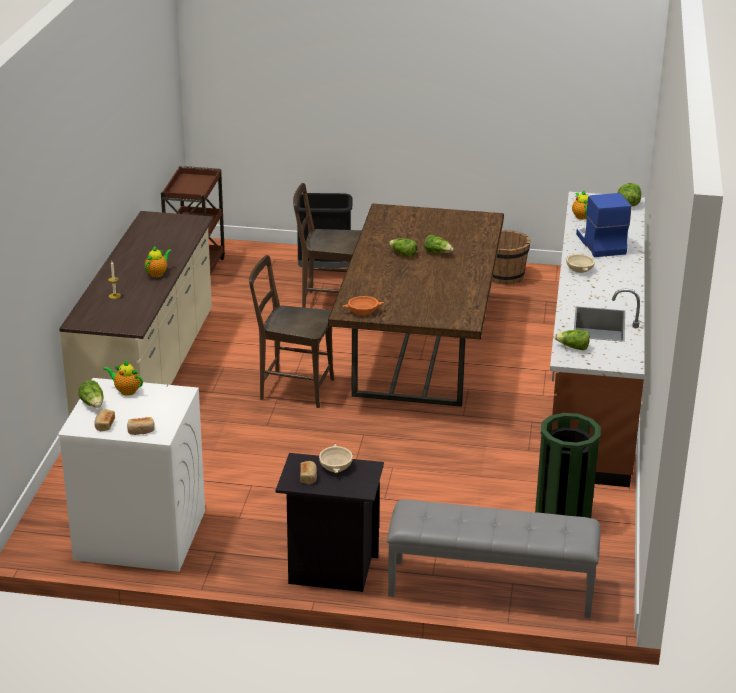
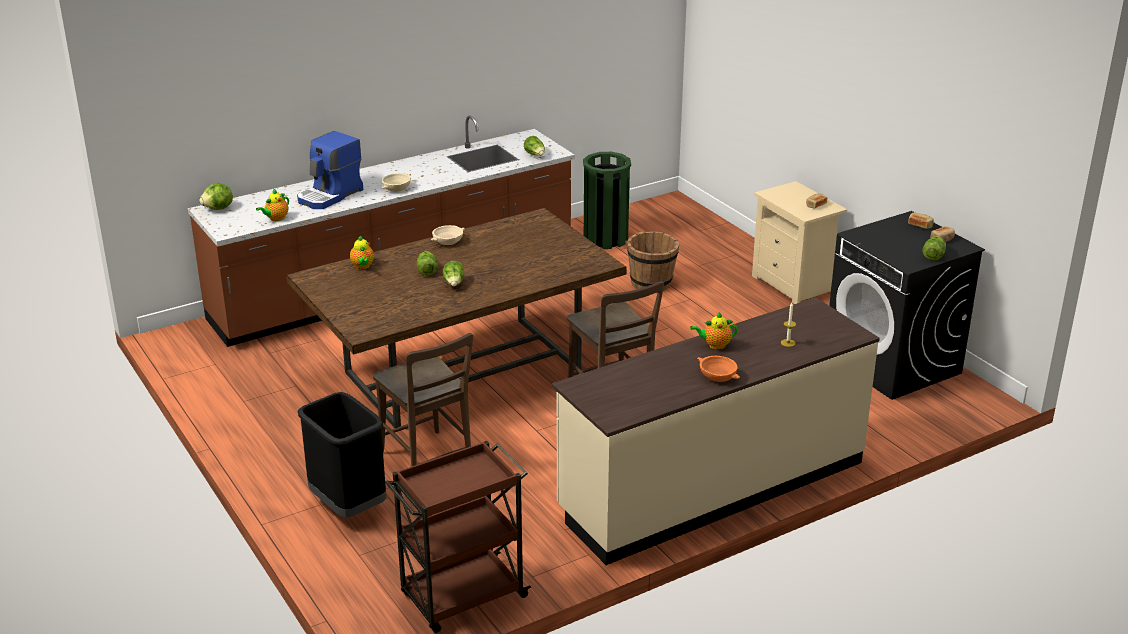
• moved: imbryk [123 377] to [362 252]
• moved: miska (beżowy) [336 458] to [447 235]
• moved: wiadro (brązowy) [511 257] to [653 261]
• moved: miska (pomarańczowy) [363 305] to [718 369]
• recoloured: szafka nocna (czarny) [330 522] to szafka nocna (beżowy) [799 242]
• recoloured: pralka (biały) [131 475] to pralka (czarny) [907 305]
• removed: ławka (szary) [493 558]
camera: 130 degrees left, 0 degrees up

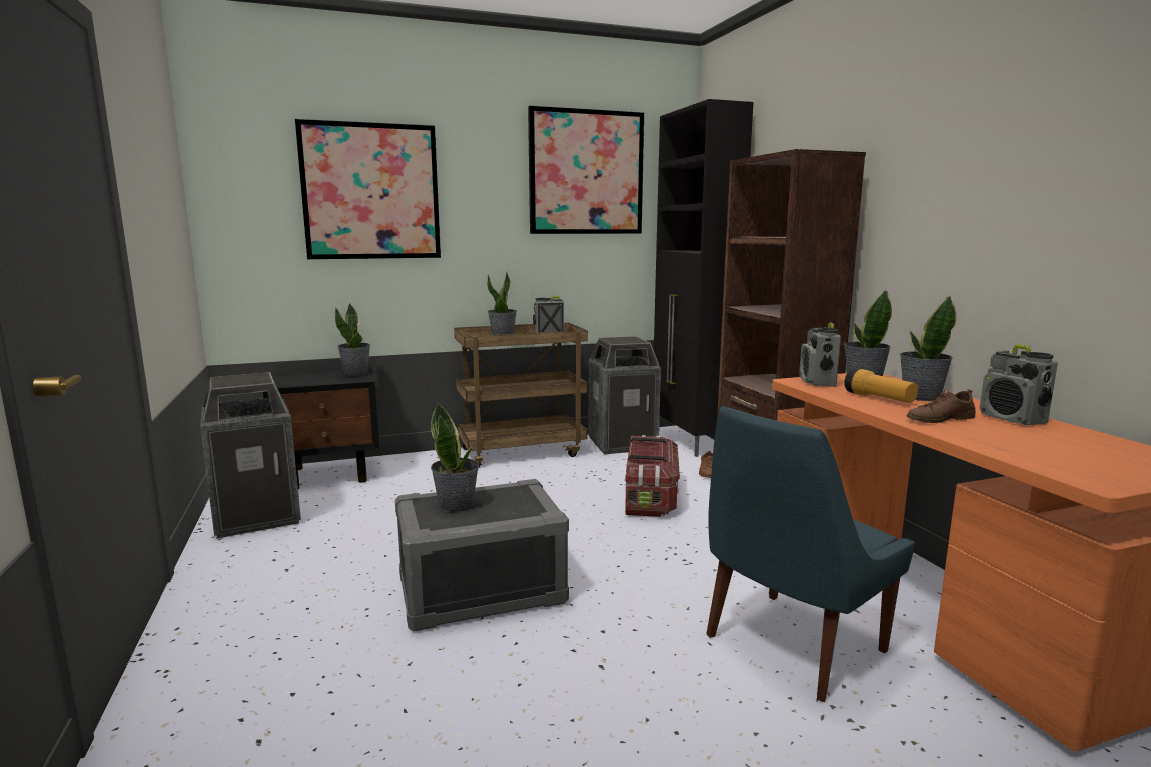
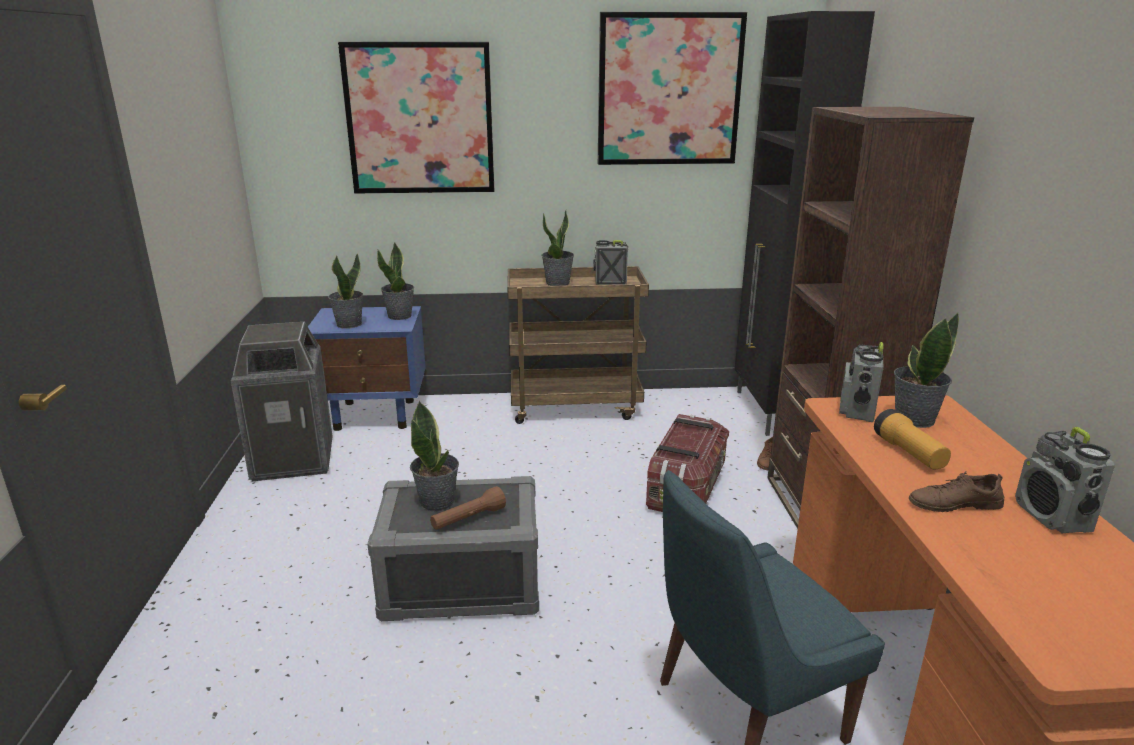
• recoloured: szafka nocna (czarny) [321 428] to szafka nocna (niebieski) [367 368]
• moved: roślina doniczkowa [928 348] to [345 291]
• added: latarka (brązowy) [468 508]
• removed: kosz na śmieci [624 395]
camera: 15 degrees right, 10 degrees up

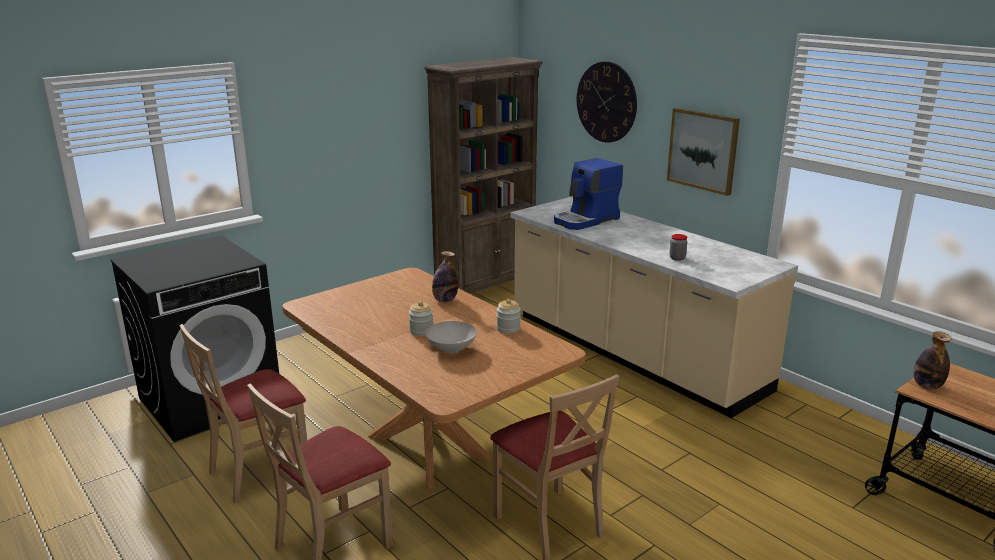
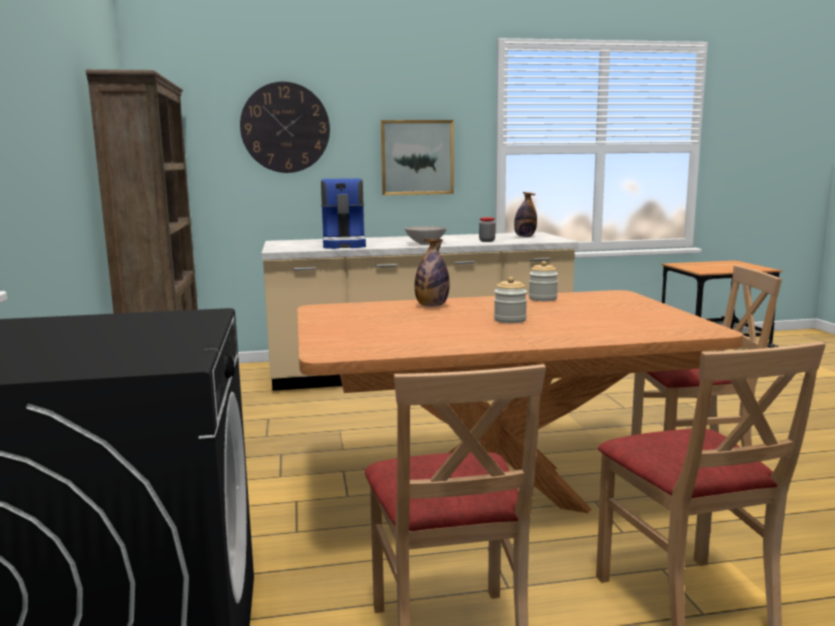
• moved: miska (biały) [451 337] to [426 235]
• moved: butelka [933 360] to [525 214]
camera: 60 degrees left, 10 degrees down

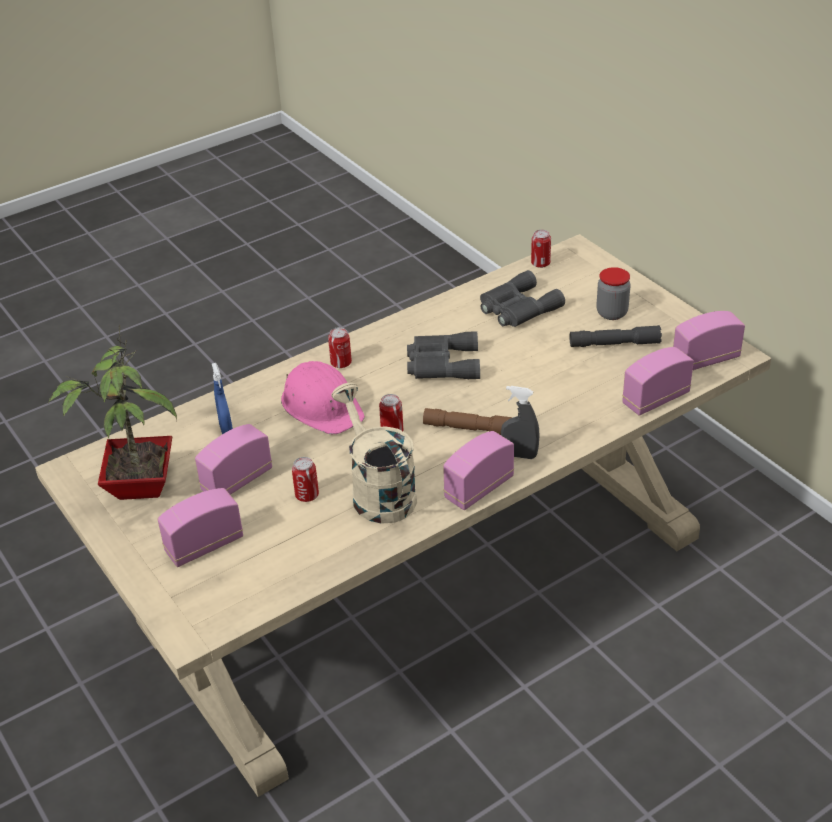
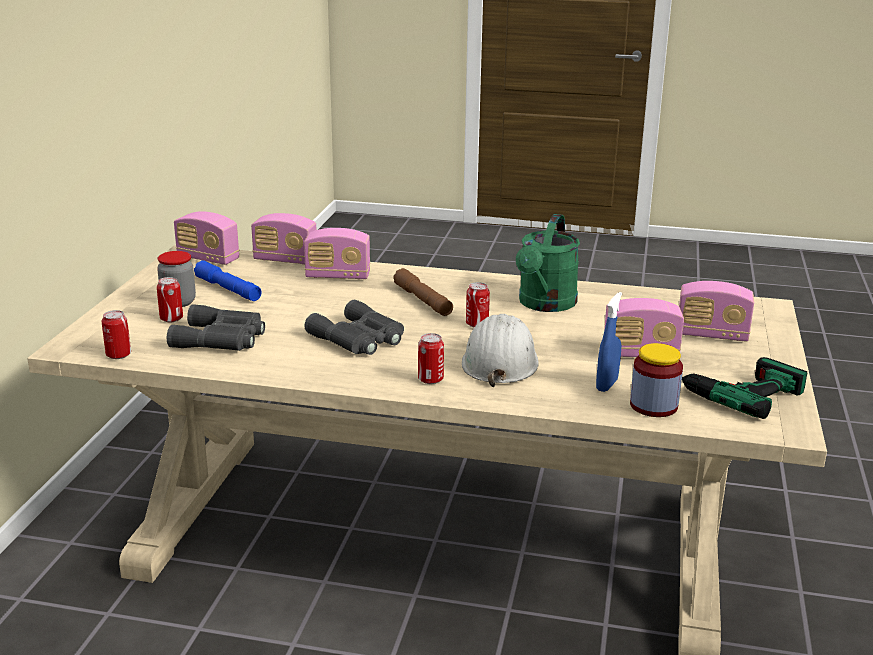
• moved: puszka [305 479] to [170 299]
• recoloured: latarka (szary) [616 336] to latarka (niebieski) [227 280]
• moved: radio [478 470] to [337 253]
• recoloured: kask (różowy) [323 397] to kask (biały) [500 350]
• recoloured: konewka (beżowy) [374 453] to konewka (zielony) [548 263]
• added: słoik [656 380]
• replaced: roślina doniczkowa [112 412] to wiertarka [744 388]
• removed: spryskiwacz (szary) [520 422]
camera: 135 degrees left, 15 degrees down

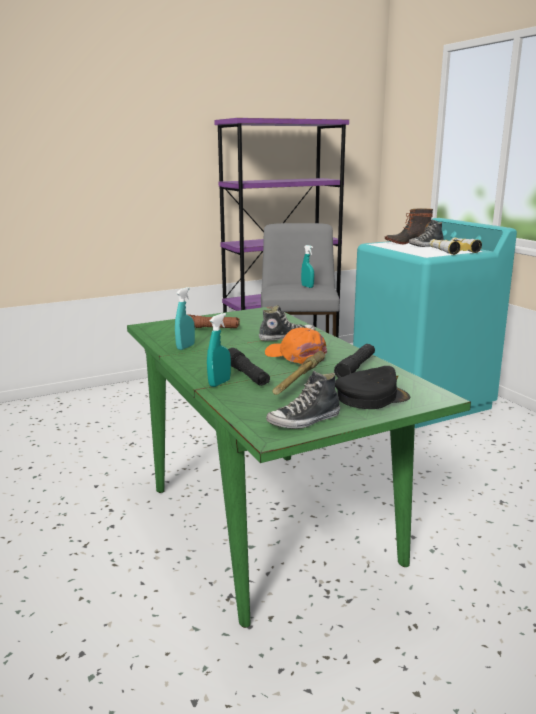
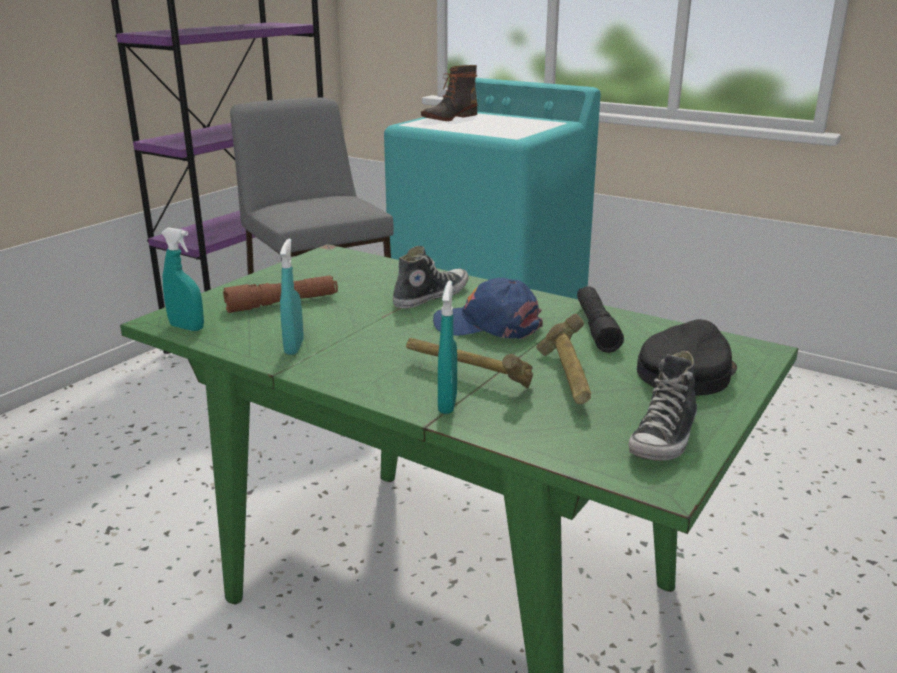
• moved: spryskiwacz (turkusowy) [307 266] to [182 279]
• replaced: latarka (czarny) [249 367] to młotek [469 363]
• recoloured: czapka z daszkiem (pomarańczowy) [296 345] to czapka z daszkiem (niebieski) [488 308]
• removed: but [426 233]
• removed: lornetka [455 246]
camera: 30 degrees left, 5 degrees up

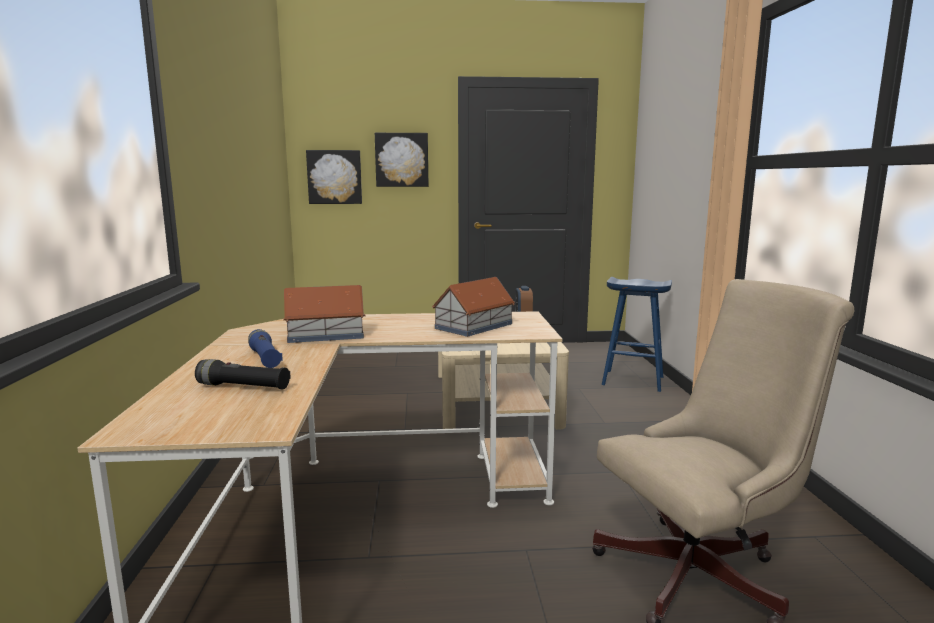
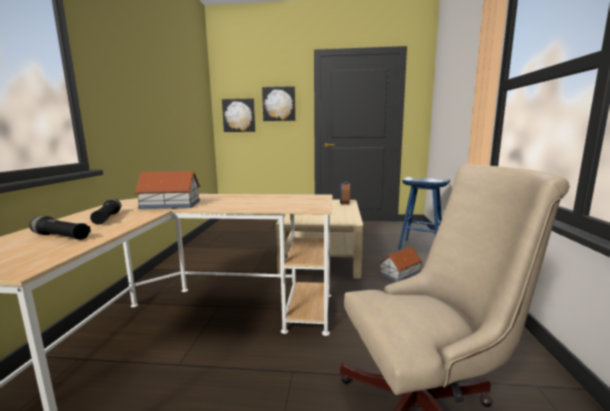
• recoloured: latarka (niebieski) [265 348] to latarka (czarny) [105 212]
• moved: domek [473 307] to [400 264]
camera: 10 degrees right, 0 degrees up

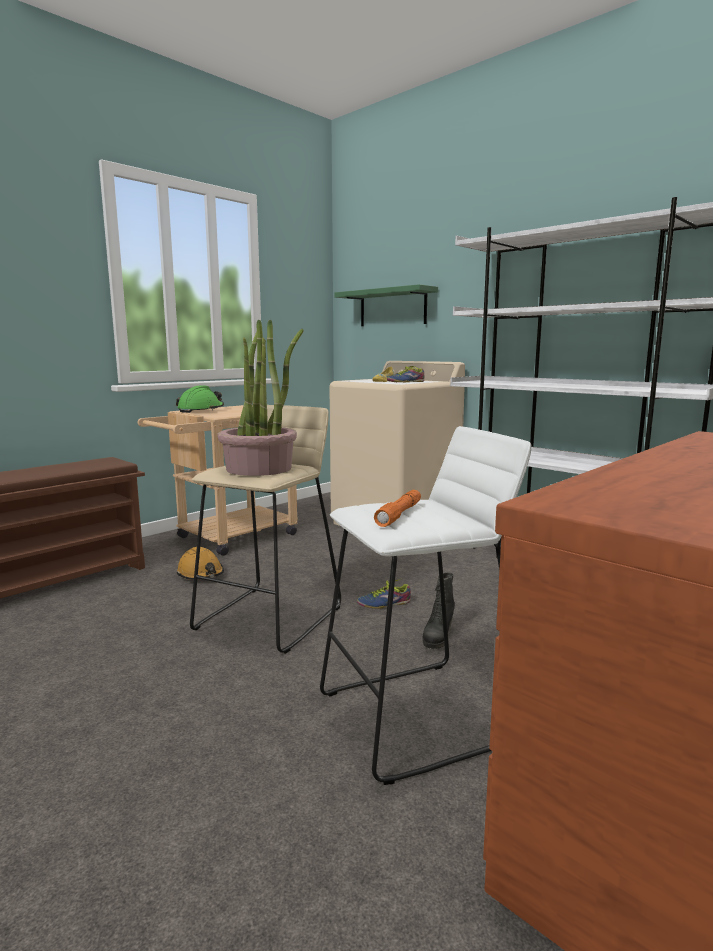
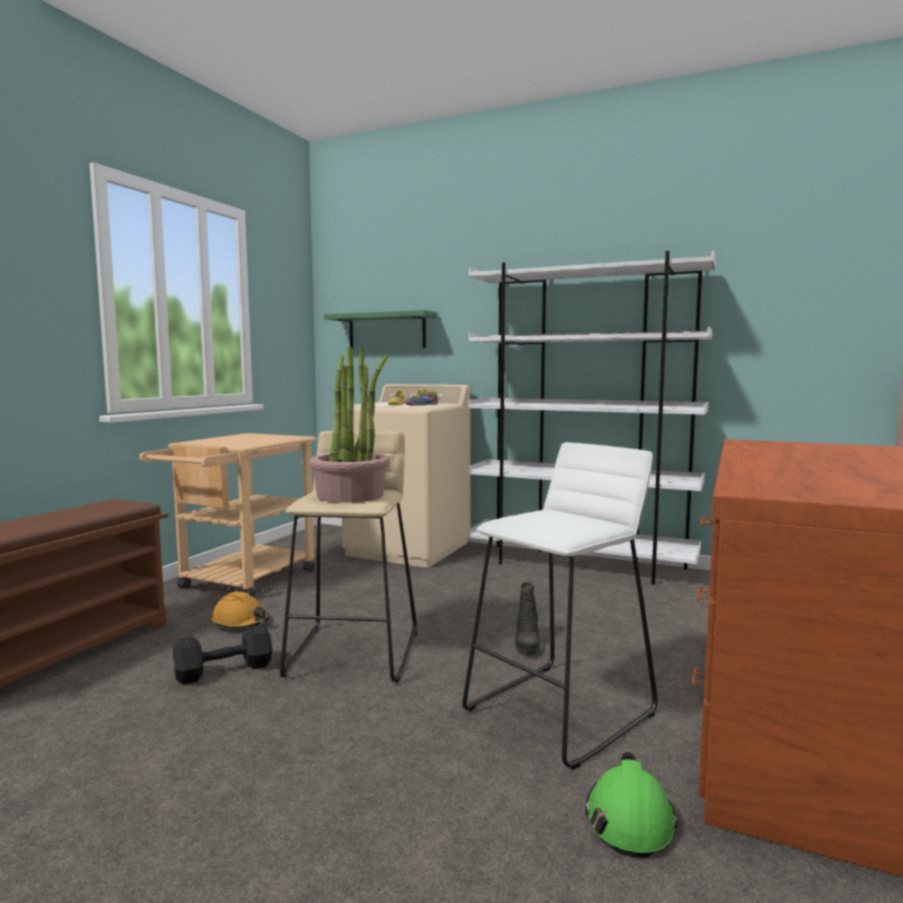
• added: hantel (czarny) [222 654]
• moved: kask (zielony) [200 399] to [631 805]
• removed: but [384 594]
• removed: latarka (pomarańczowy) [397 508]
camera: 20 degrees left, 5 degrees down

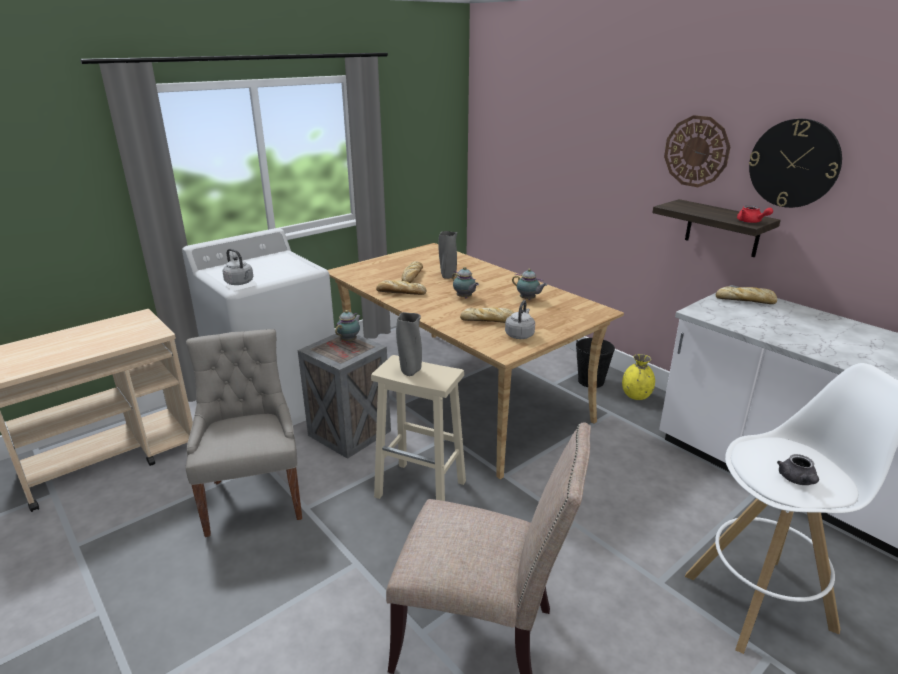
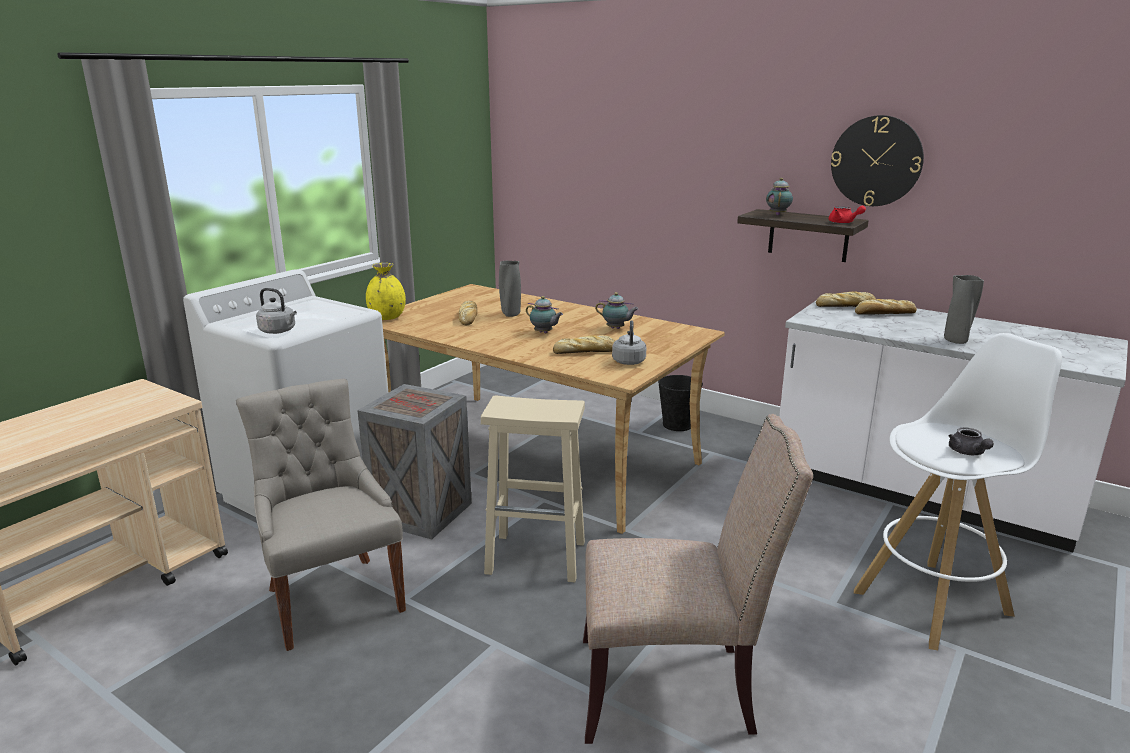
• moved: wazon (żółty) [638 377] to [386 291]
• moved: imbryk [348 326] to [779 197]
• moved: chleb [401 287] to [886 306]
• moved: wazon (szary) [409 344] to [964 309]
• removed: zegar ścienny [697 151]
camera: 15 degrees left, 5 degrees down

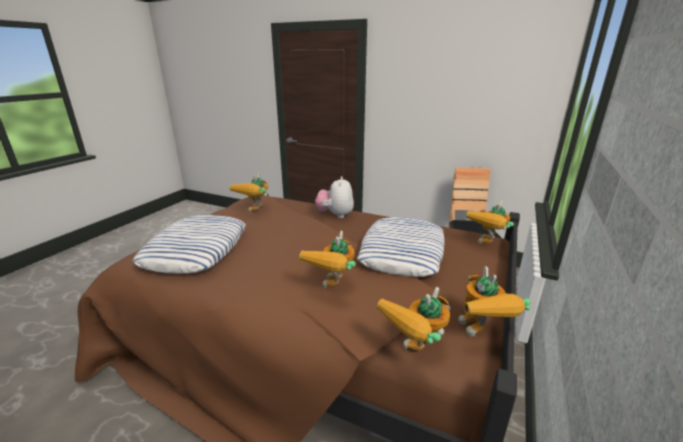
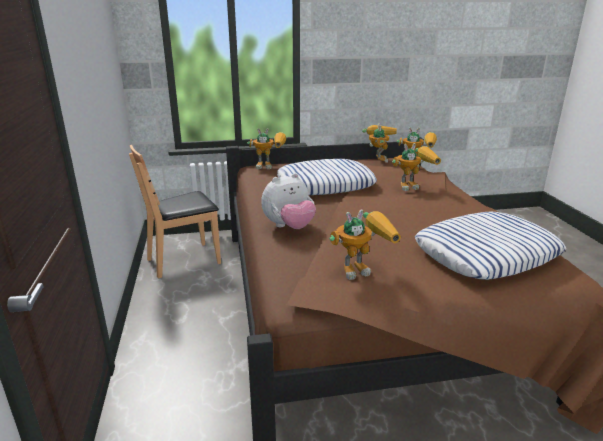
• turned: robot zabawkowy [494 301] = [379 143] 45 degrees counterclockwise
camera: 125 degrees left, 0 degrees up

